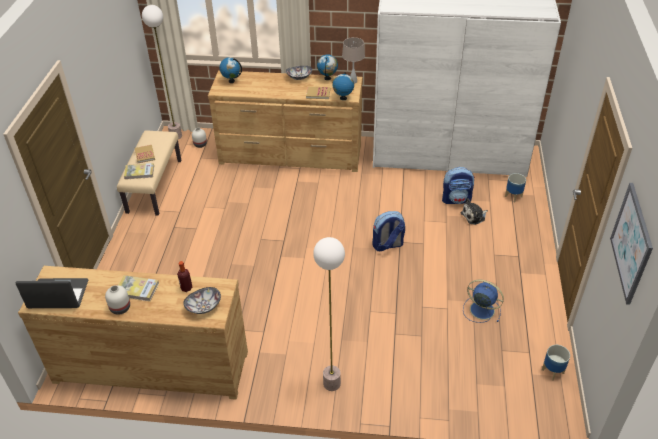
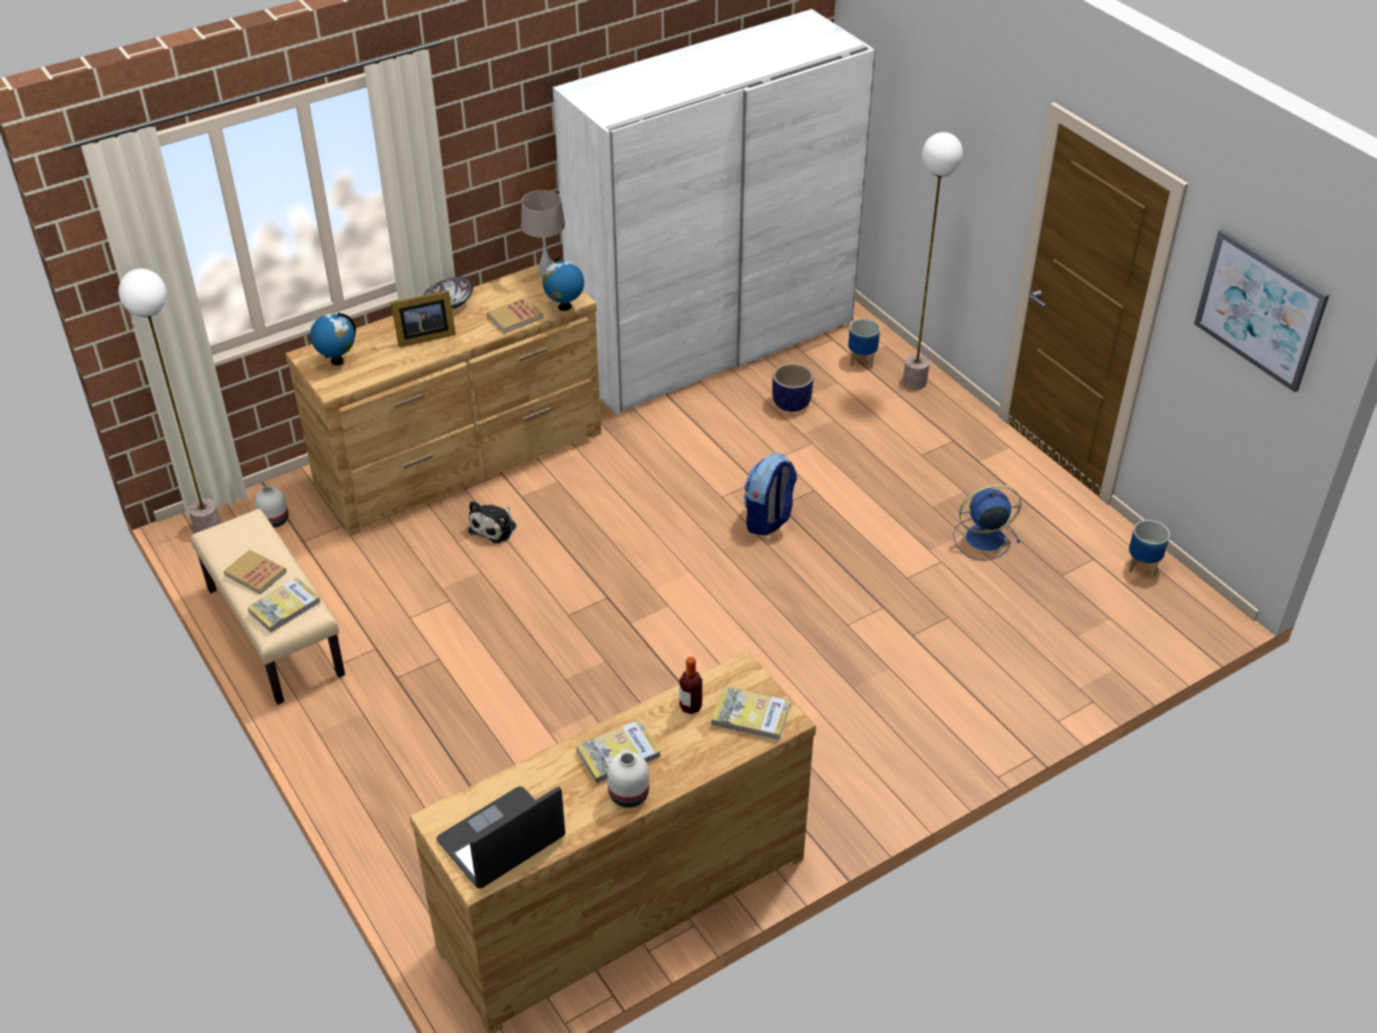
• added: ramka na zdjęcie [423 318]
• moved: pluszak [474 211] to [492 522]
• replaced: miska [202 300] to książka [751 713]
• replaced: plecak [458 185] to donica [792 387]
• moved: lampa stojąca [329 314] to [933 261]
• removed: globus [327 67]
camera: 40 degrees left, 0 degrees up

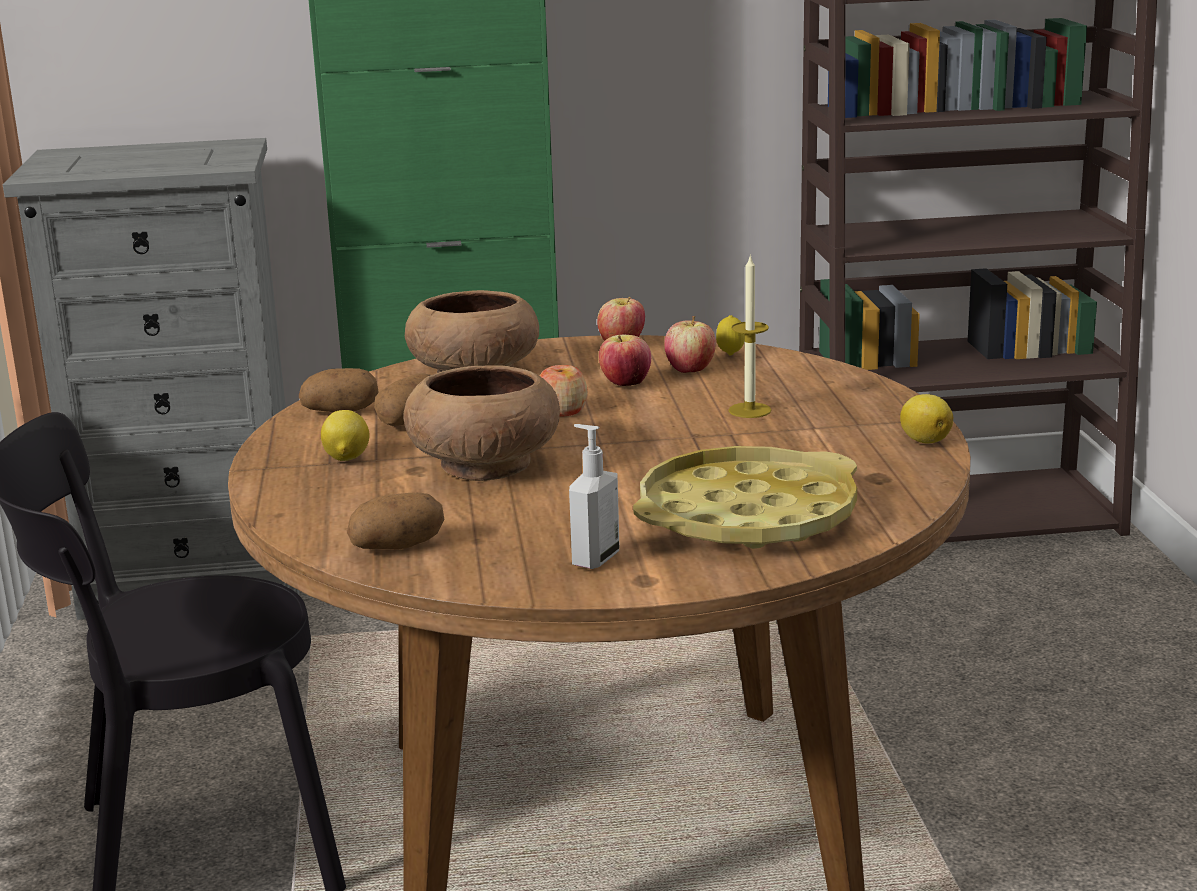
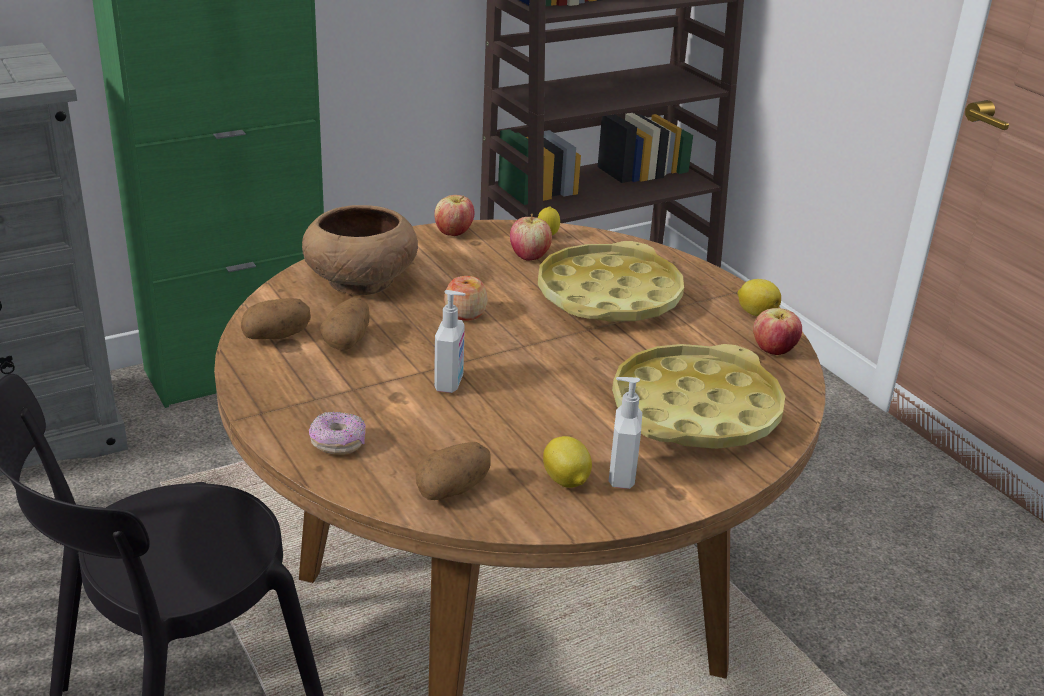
• added: donut [337 433]
• replaced: miska (brązowy) [482 423] to dozownik mydła [450 341]
• replaced: świeca [749 336] to taca (żółty) [611 281]
• moved: cytryna [345 435] to [567 462]
• moved: jabłko [625 360] to [777 331]
camera: 25 degrees left, 10 degrees up

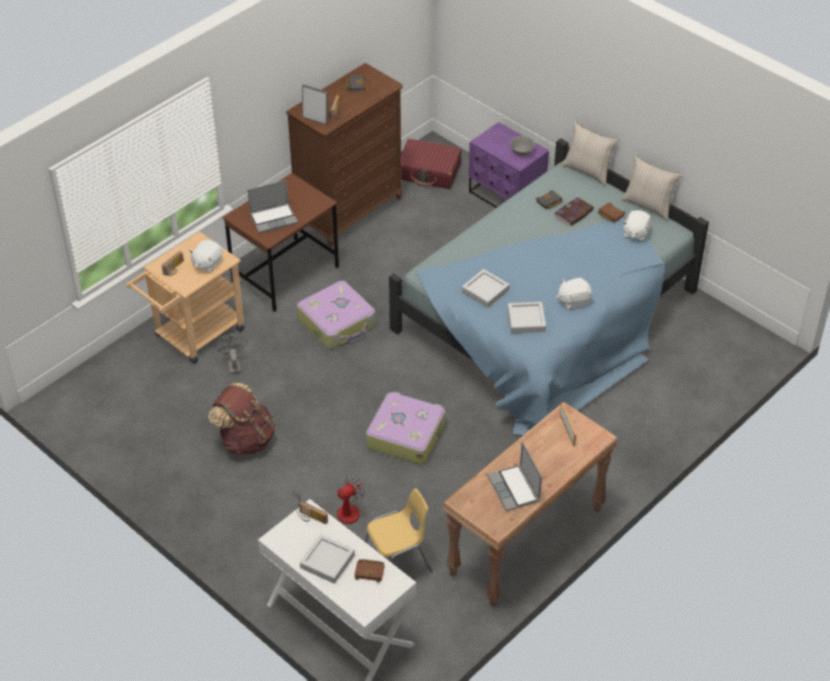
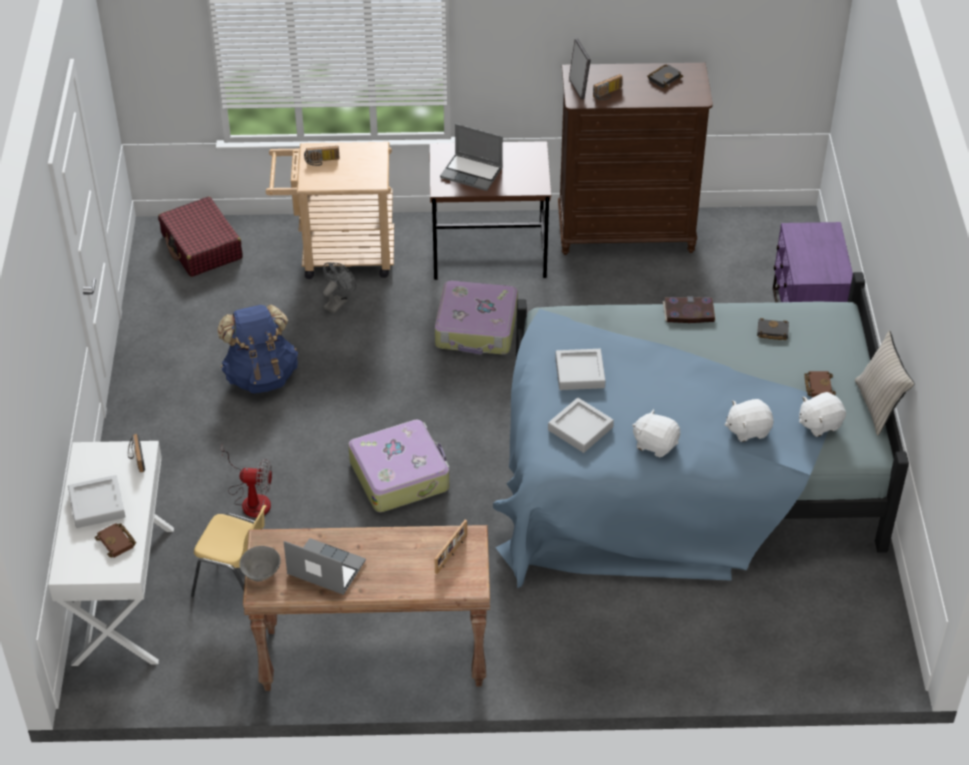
• moved: walizka (czerwony) [431 164] to [200 237]
• recoloured: plecak (brązowy) [241 419] to plecak (niebieski) [257 349]
• moved: miska (szary) [522 146] to [260 563]
• turned: laptop [514 476] = [325 566] 90 degrees clockwise
• moved: książka [574 211] to [689 309]
• moved: pluszak (biały) [206 256] to [749 420]
• removed: poduszka (beżowy) [590 153]
camera: 45 degrees right, 0 degrees up

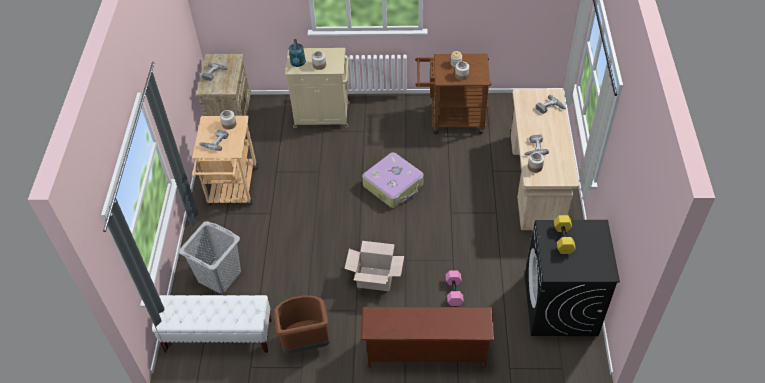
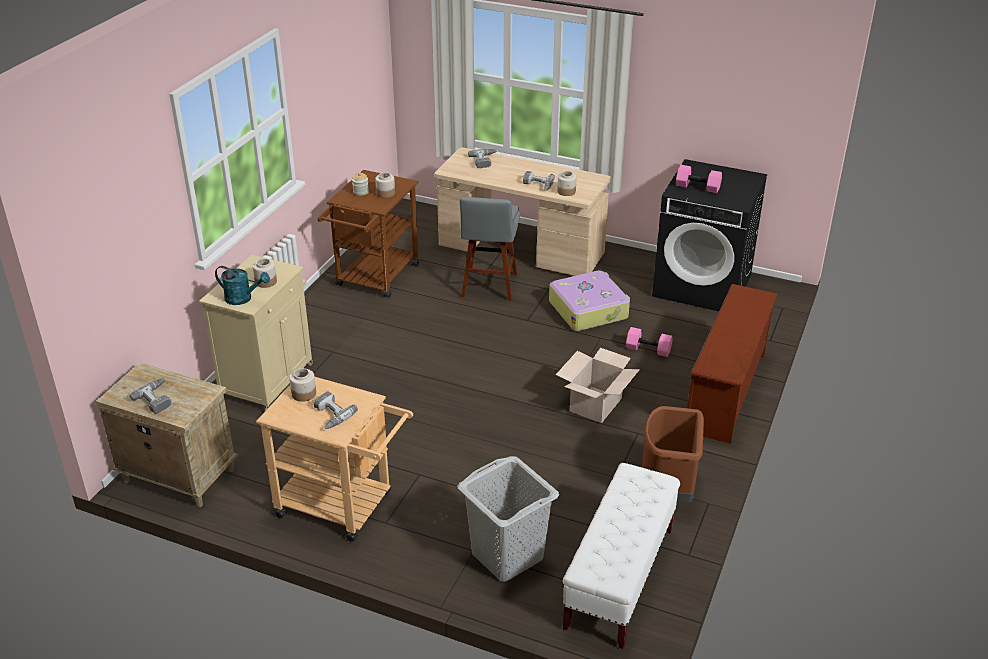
• added: stołek (szary) [490 249]
• moved: walizka [393 180] to [589 301]
• recoloured: hantel (żółty) [565 234] to hantel (różowy) [699 179]
camera: 70 degrees left, 15 degrees down

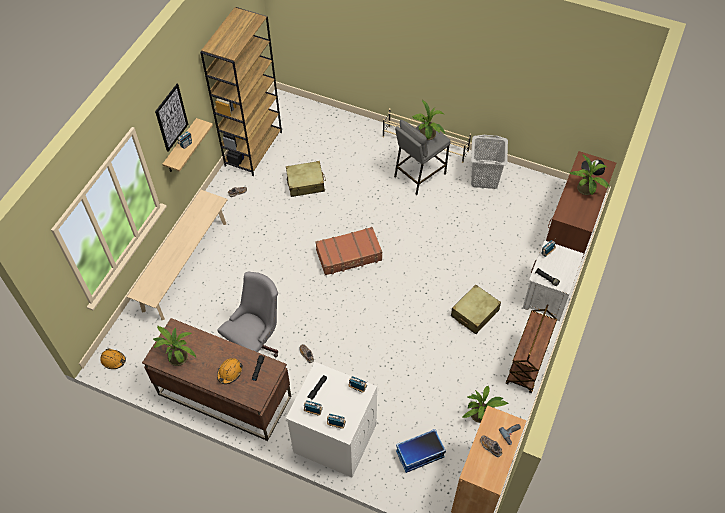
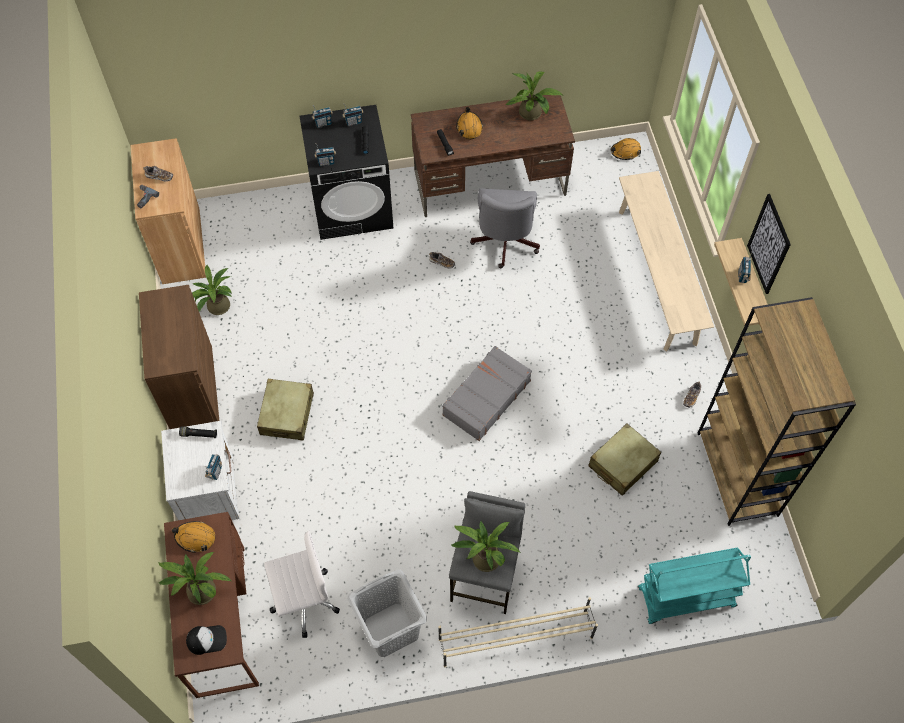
• replaced: wózek (brązowy) [531 348] to szafka (brązowy) [179 357]
• added: kask (pomarańczowy) [193 537]
• added: krzesło biurowe (biały) [302 584]
• recoloured: pralka (biały) [331 419] to pralka (czarny) [346 172]
• recoloured: walizka (brązowy) [348 251] to walizka (szary) [487 393]
• added: wózek (turkusowy) [694 586]
• removed: pojemnik do przechowywania [421 451]
camera: 145 degrees right, 5 degrees up

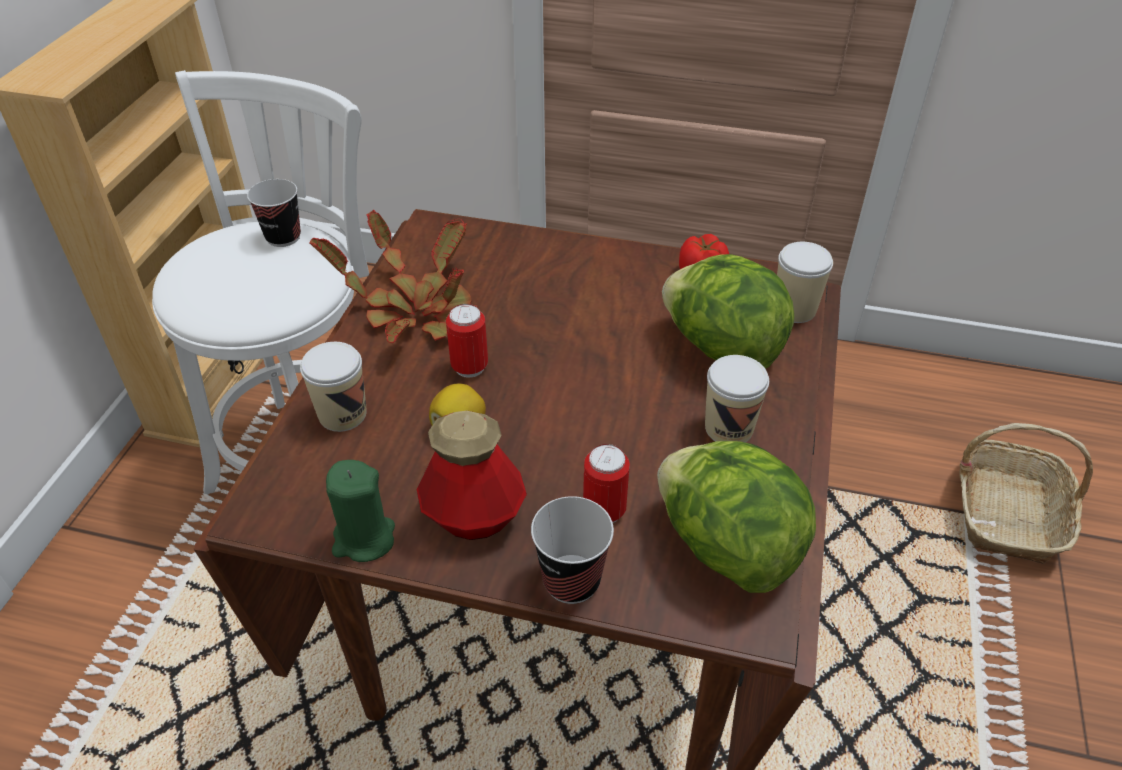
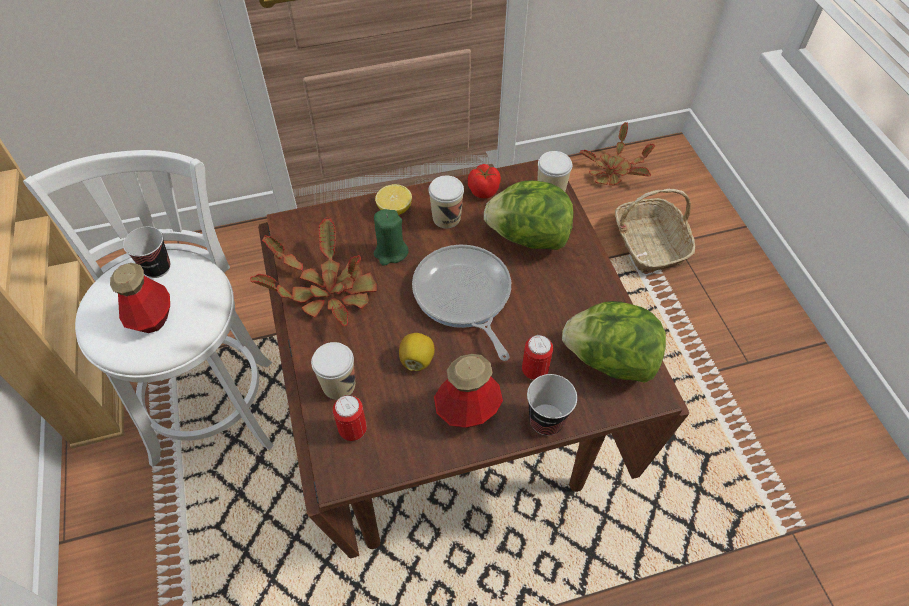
• added: butelka [140 298]
• moved: puszka [467 341] to [350 418]
• moved: świeca (zielony) [360 511] to [391 237]
• added: cytryna [393 199]
• added: patelnia [461 302]
• moved: filiżanka [737 399] to [446 201]
• added: roślina doniczkowa [617 153]
camera: 30 degrees left, 10 degrees up

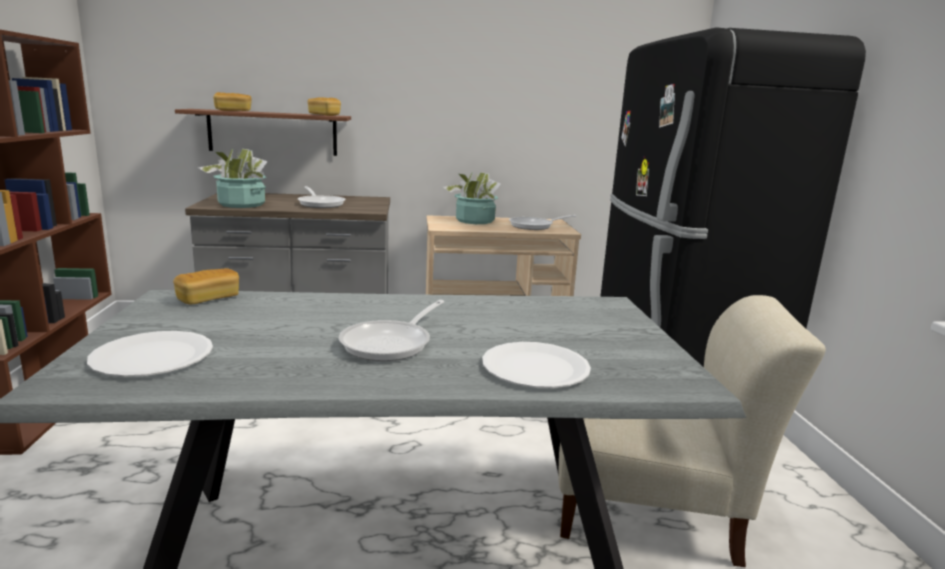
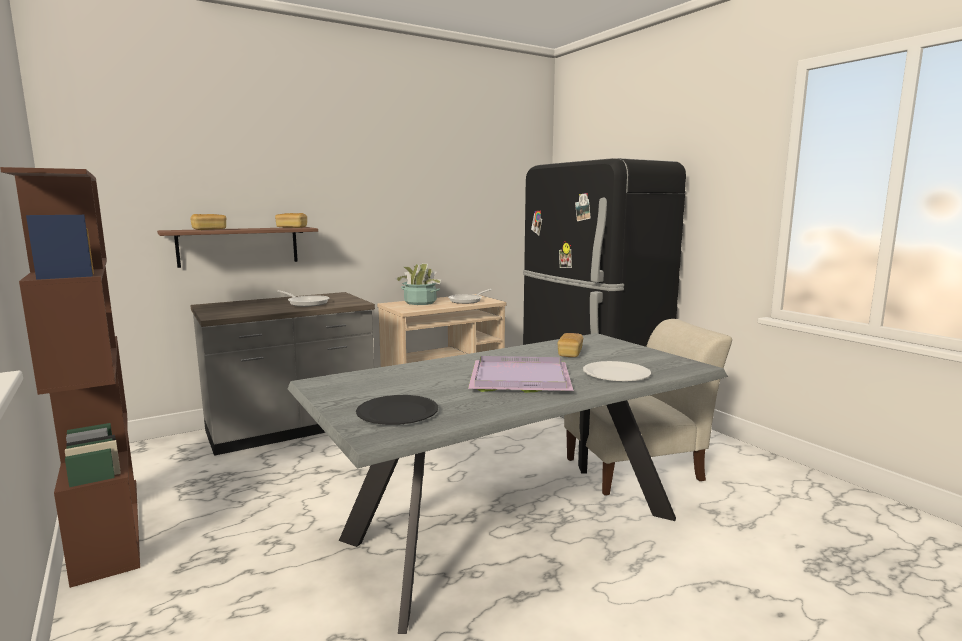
• recoloured: talerz (biały) [150 354] to talerz (czarny) [397 410]
• replaced: patelnia [391 330] to taca (fioletowy) [521 374]
• moved: chleb [206 286] to [570 345]
• removed: roślina doniczkowa [232 178]
camera: 25 degrees left, 5 degrees down

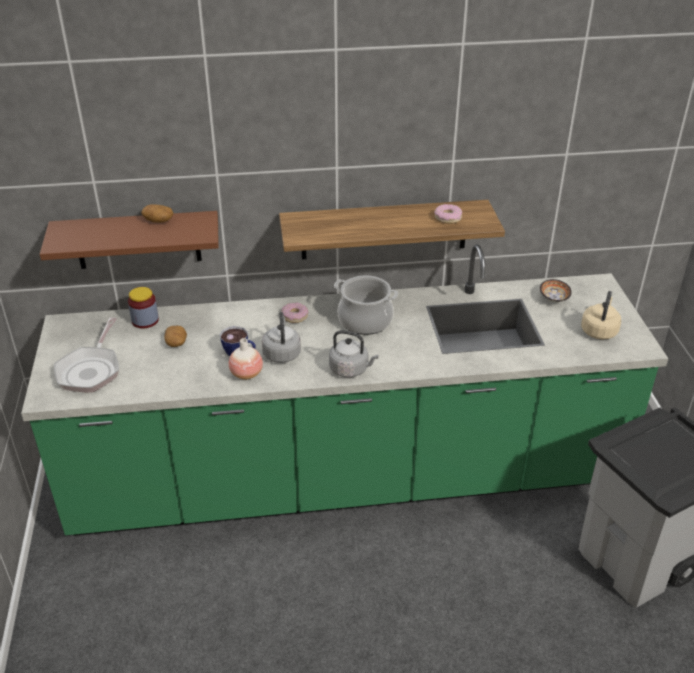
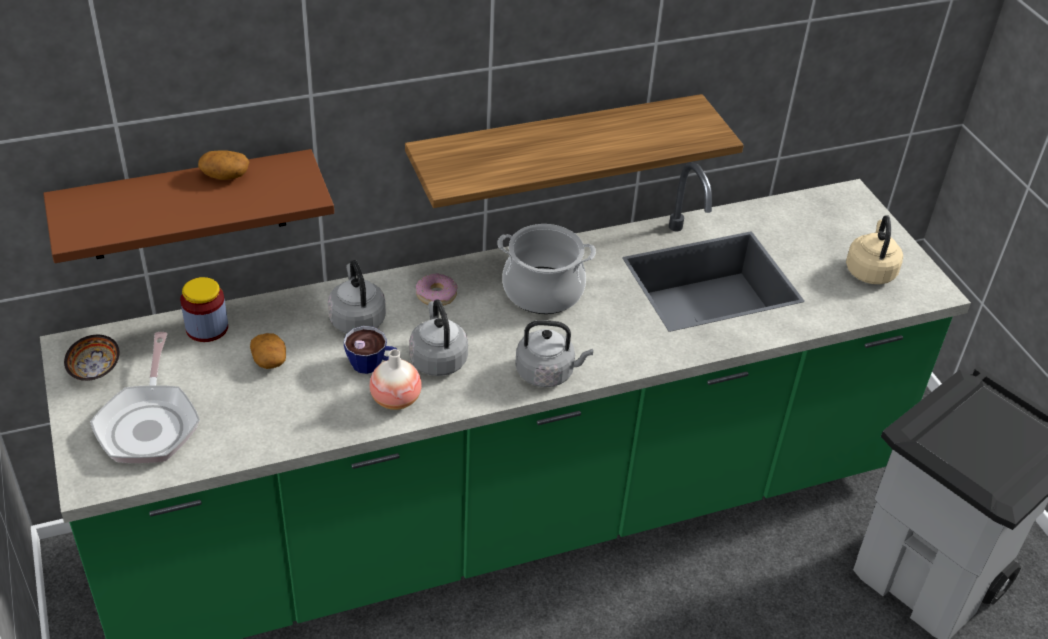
• moved: miska [556 290] to [92 358]
• added: czajnik (szary) [357 296]
• removed: donut [448 214]
camera: 15 degrees left, 5 degrees up

